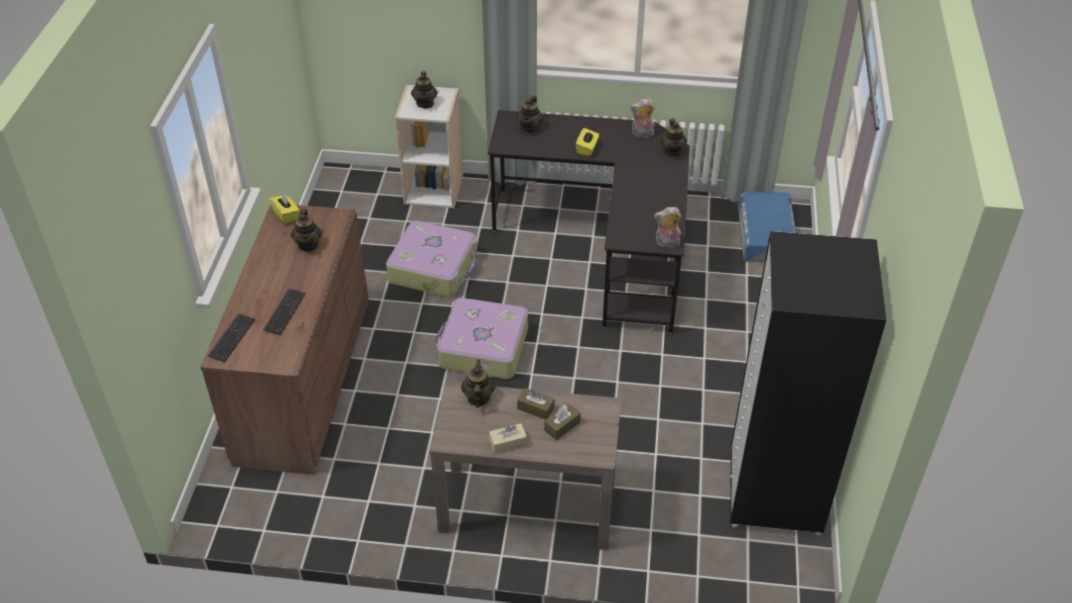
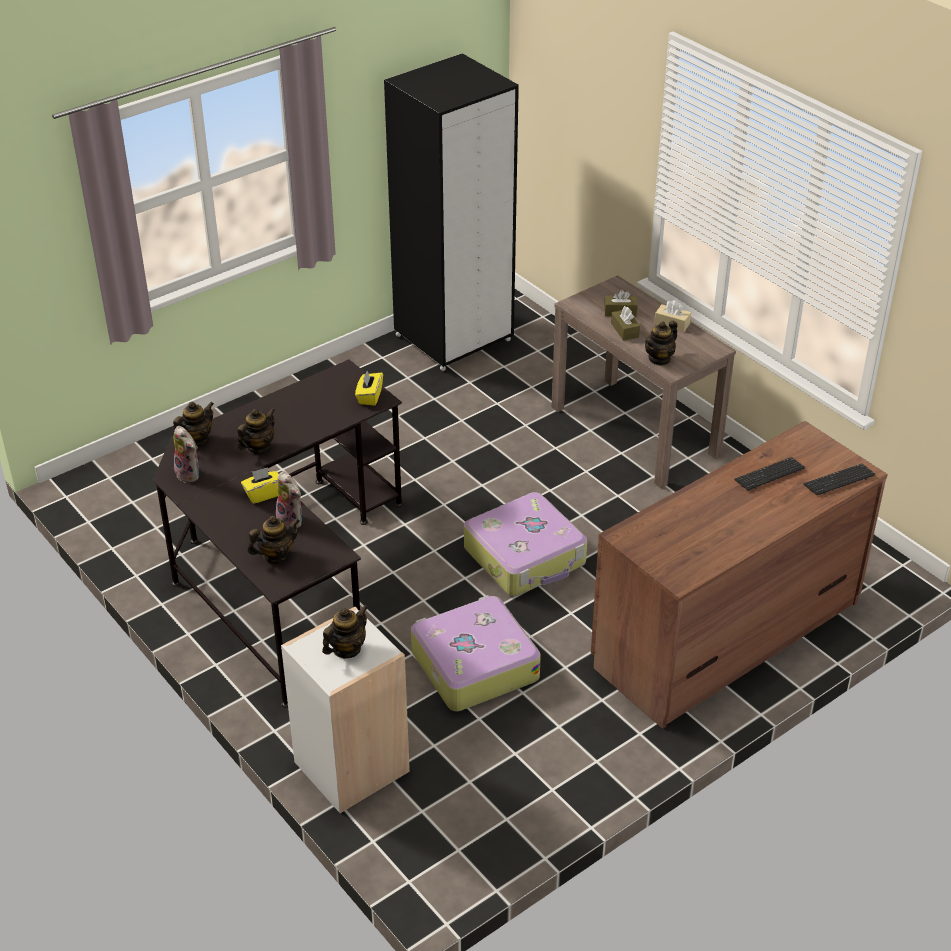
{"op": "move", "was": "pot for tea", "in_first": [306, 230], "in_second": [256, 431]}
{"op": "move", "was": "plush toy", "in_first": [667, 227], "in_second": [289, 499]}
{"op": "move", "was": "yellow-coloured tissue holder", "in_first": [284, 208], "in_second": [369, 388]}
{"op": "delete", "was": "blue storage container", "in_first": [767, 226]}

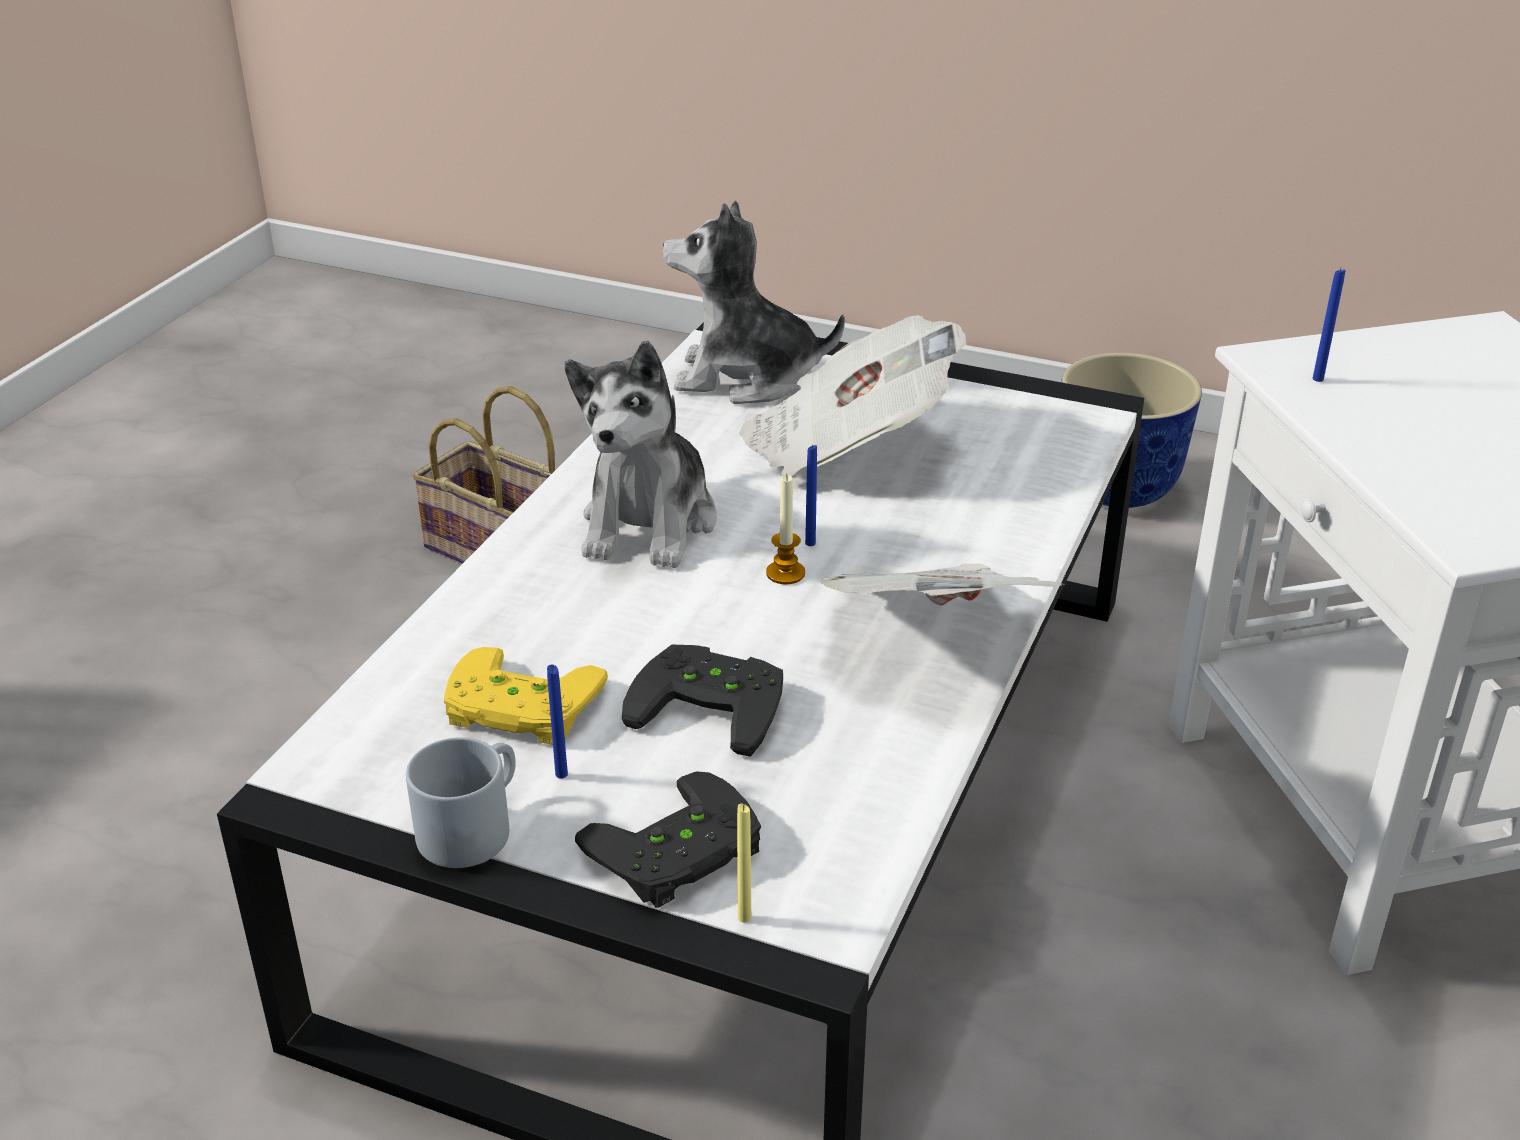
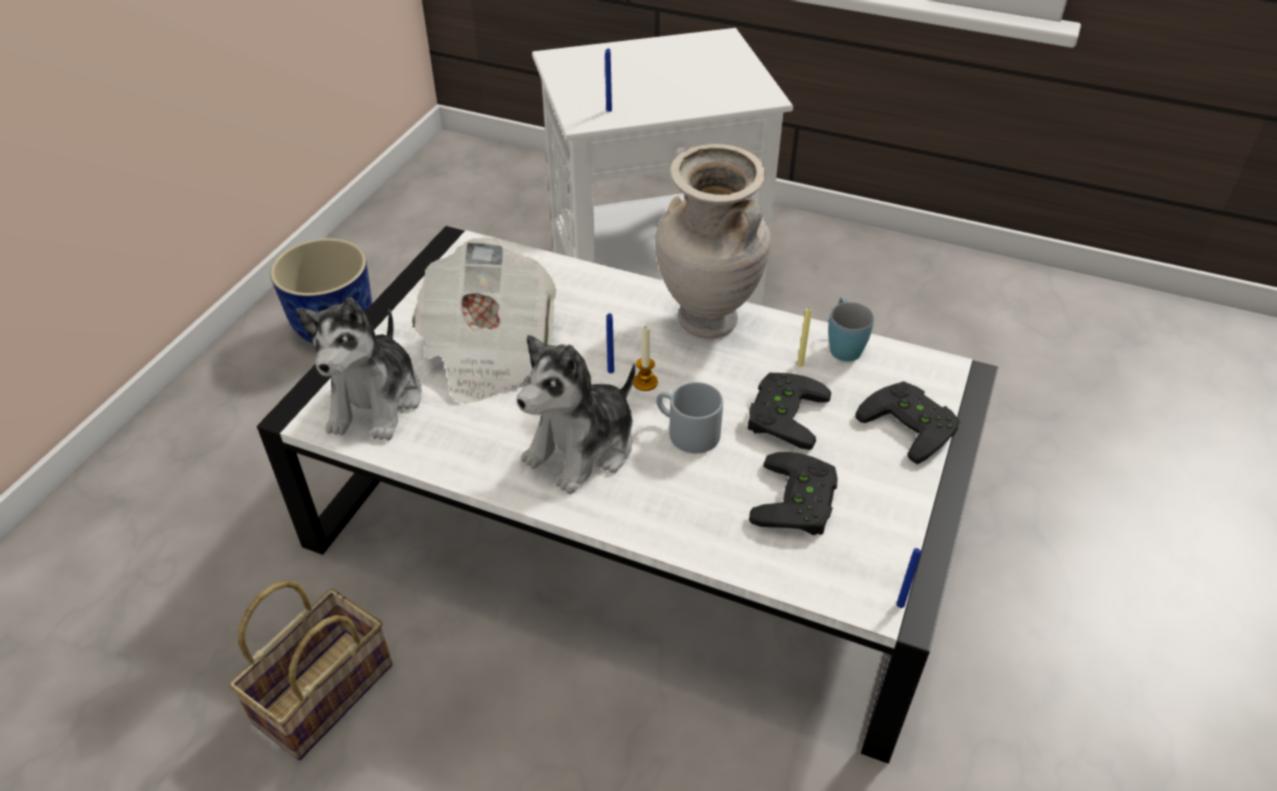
{"op": "rotate", "was": "plush toy", "in_first": [641, 454], "in_second": [576, 414], "clockwise": 120}
{"op": "replace", "was": "daily paper", "now": "sand-coloured flower vase", "in_first": [943, 584], "in_second": [713, 241]}
{"op": "move", "was": "grey tea mug", "in_first": [461, 802], "in_second": [689, 418]}
{"op": "recolor", "was": "yellow-coloured gamepad", "now": "blackish gamepad", "in_first": [526, 696], "in_second": [793, 494]}
{"op": "move", "was": "yellow-coloured wax candle", "in_first": [744, 863], "in_second": [804, 338]}
{"op": "insert", "now": "blue tea mug", "in_second": [851, 329]}
{"op": "move", "was": "blue wax candle", "in_first": [557, 722], "in_second": [909, 578]}

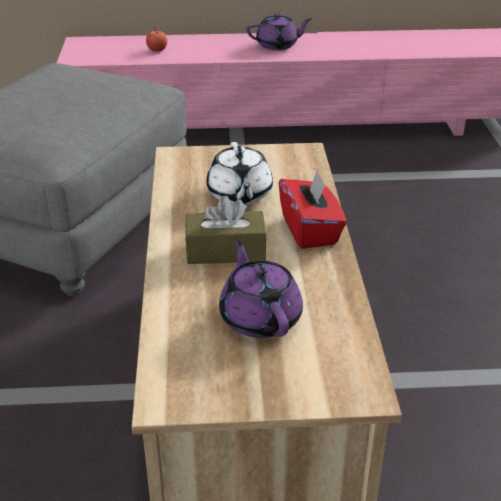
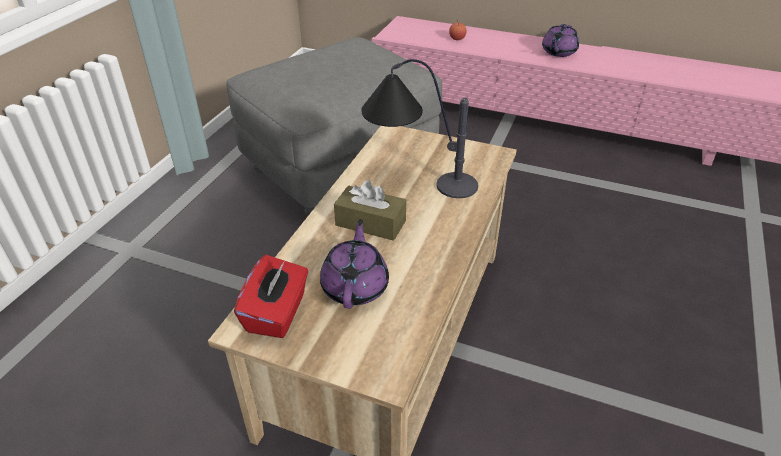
{"op": "move", "was": "red tissue holder", "in_first": [313, 209], "in_second": [271, 296]}
{"op": "replace", "was": "whitish pot for tea", "now": "tabletop lamp", "in_first": [240, 173], "in_second": [419, 128]}
{"op": "rotate", "was": "purple pot for tea", "in_first": [279, 31], "in_second": [560, 40], "clockwise": 105}

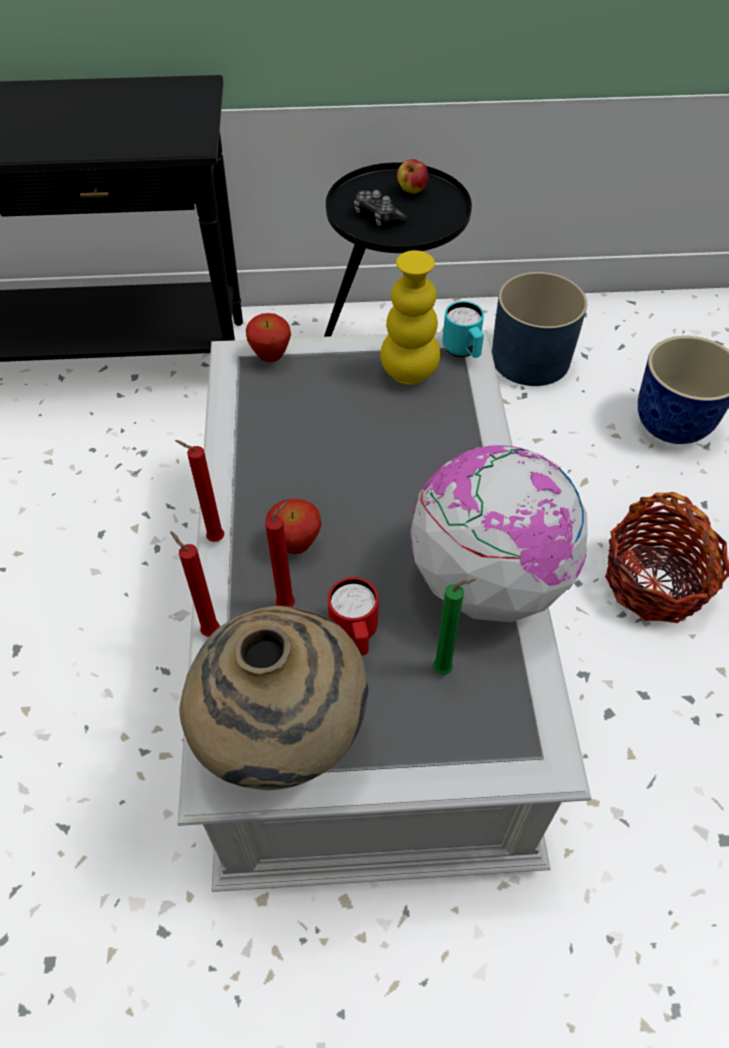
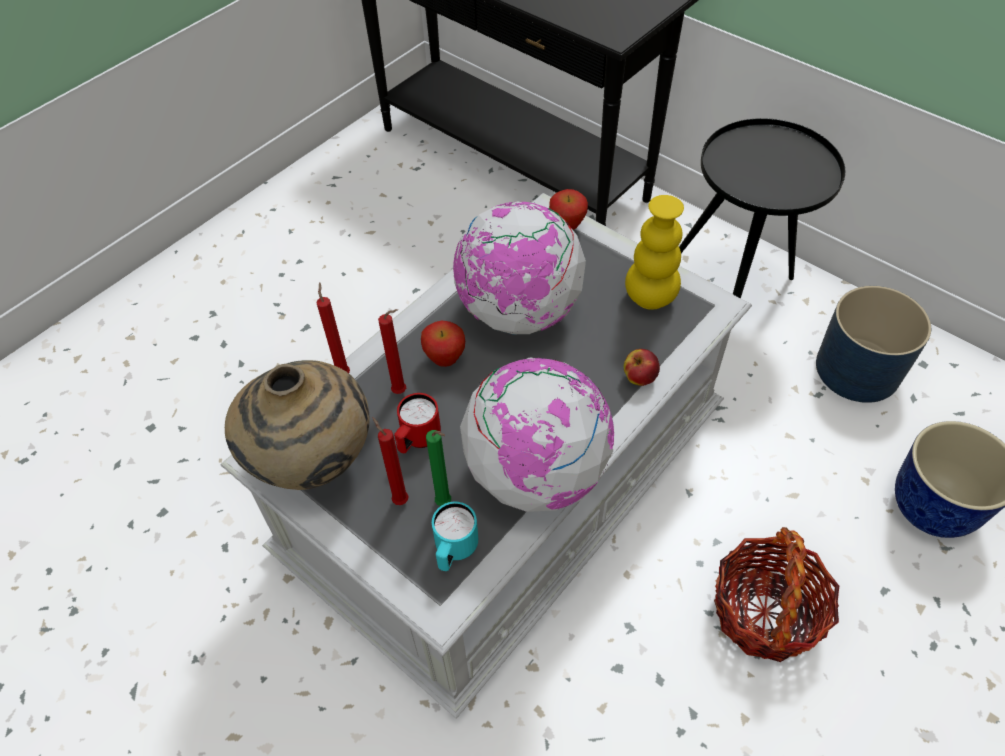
{"op": "move", "was": "red wax candle", "in_first": [199, 491], "in_second": [390, 461]}
{"op": "move", "was": "turquoise-coloured tea mug", "in_first": [463, 329], "in_second": [455, 536]}
{"op": "insert", "now": "world globe", "in_second": [519, 268]}
{"op": "move", "was": "apple", "in_first": [413, 176], "in_second": [642, 367]}
{"op": "delete", "was": "gamepad", "in_first": [381, 208]}

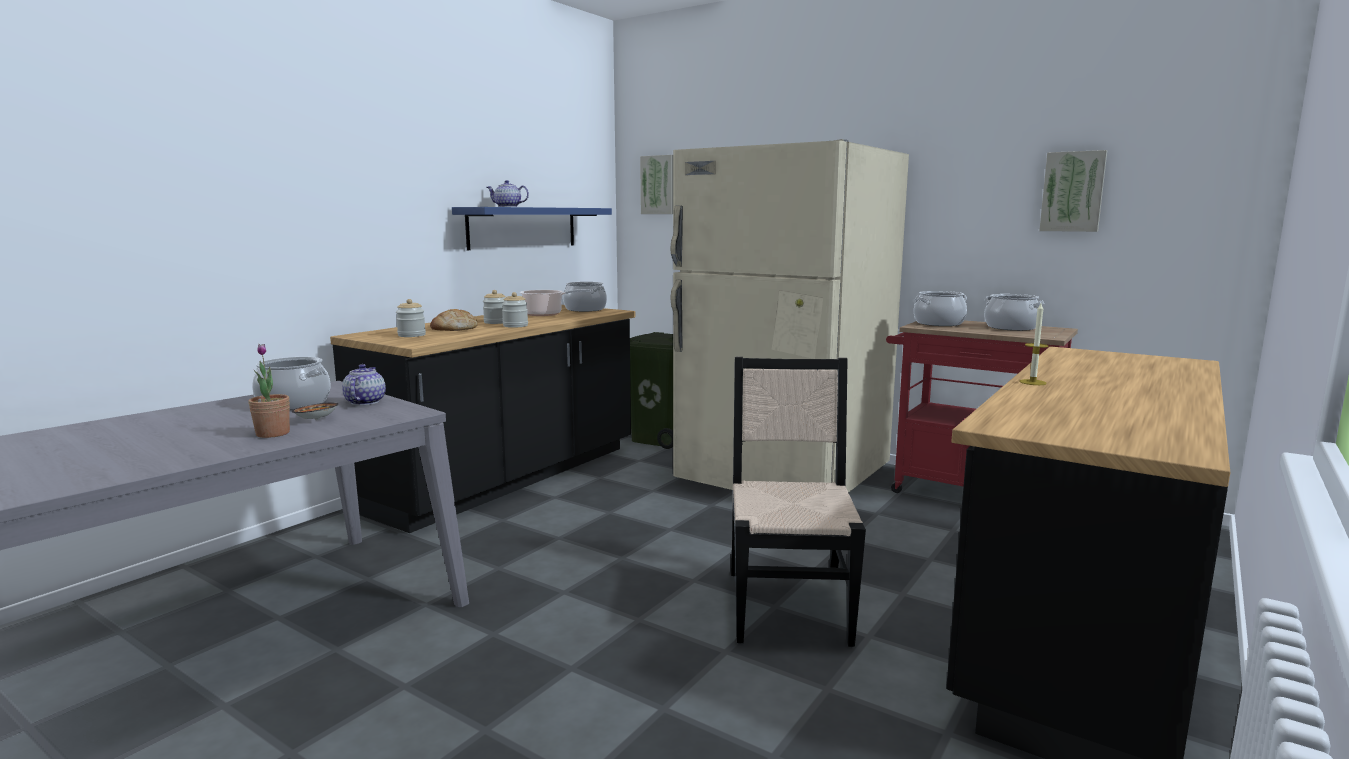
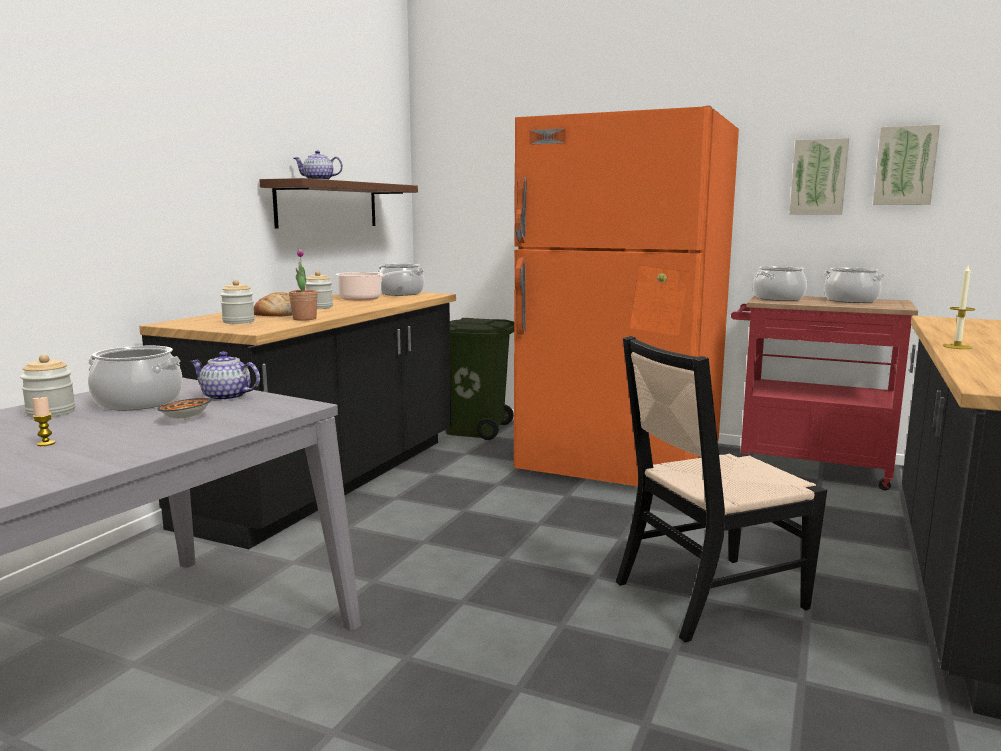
{"op": "move", "was": "storage jar", "in_first": [515, 310], "in_second": [48, 386]}
{"op": "insert", "now": "wax candle", "in_second": [43, 421]}
{"op": "rotate", "was": "pot for tea", "in_first": [364, 384], "in_second": [225, 376], "clockwise": -60}
{"op": "recolor", "was": "blue wall shelf", "now": "brownish wall shelf", "in_first": [532, 228], "in_second": [338, 203]}
{"op": "move", "was": "houseplant", "in_first": [269, 391], "in_second": [303, 285]}
{"op": "recolor", "was": "sand-coloured kitchen fridge", "now": "orange-coloured kitchen fridge", "in_first": [789, 316], "in_second": [626, 296]}
{"op": "rotate", "was": "chair", "in_first": [798, 502], "in_second": [721, 489], "clockwise": -105}
{"op": "move", "was": "picture", "in_first": [656, 184], "in_second": [819, 176]}

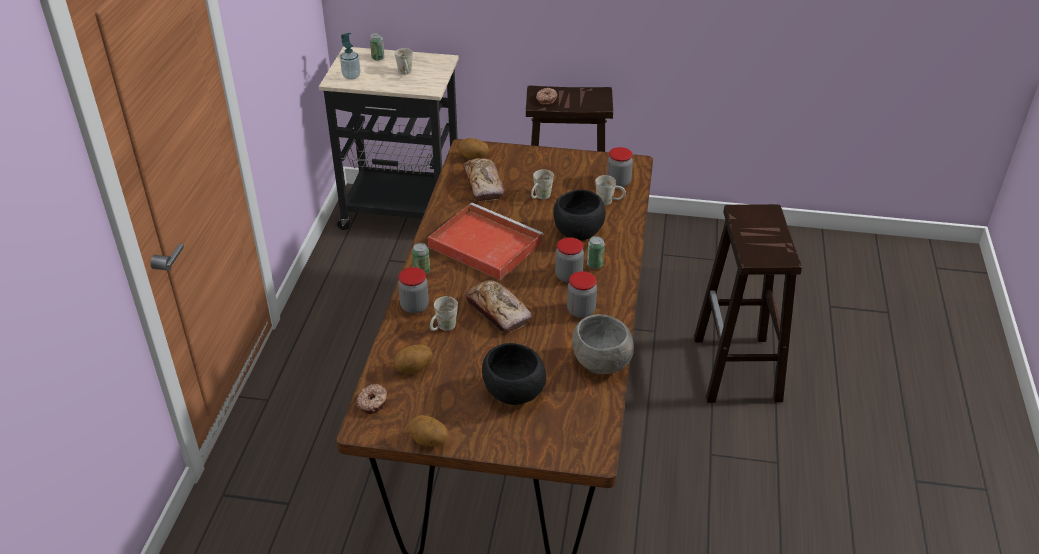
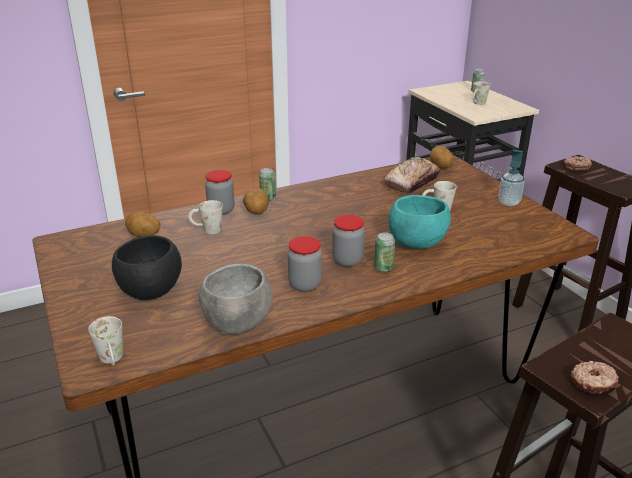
{"op": "move", "was": "whitish tea mug", "in_first": [610, 190], "in_second": [105, 341]}
{"op": "move", "was": "whole potato", "in_first": [428, 431], "in_second": [256, 201]}
{"op": "recolor", "was": "blackish serving bowl", "now": "turquoise-coloured serving bowl", "in_first": [579, 215], "in_second": [419, 222]}
{"op": "move", "was": "liquid soap bottle", "in_first": [350, 56], "in_second": [511, 178]}
{"op": "move", "was": "donut", "in_first": [371, 399], "in_second": [595, 377]}
{"op": "delete", "was": "red serving tray", "in_first": [485, 241]}
{"op": "delete", "was": "baked bread", "in_first": [498, 306]}
{"op": "delete", "was": "storage jar", "in_first": [620, 167]}

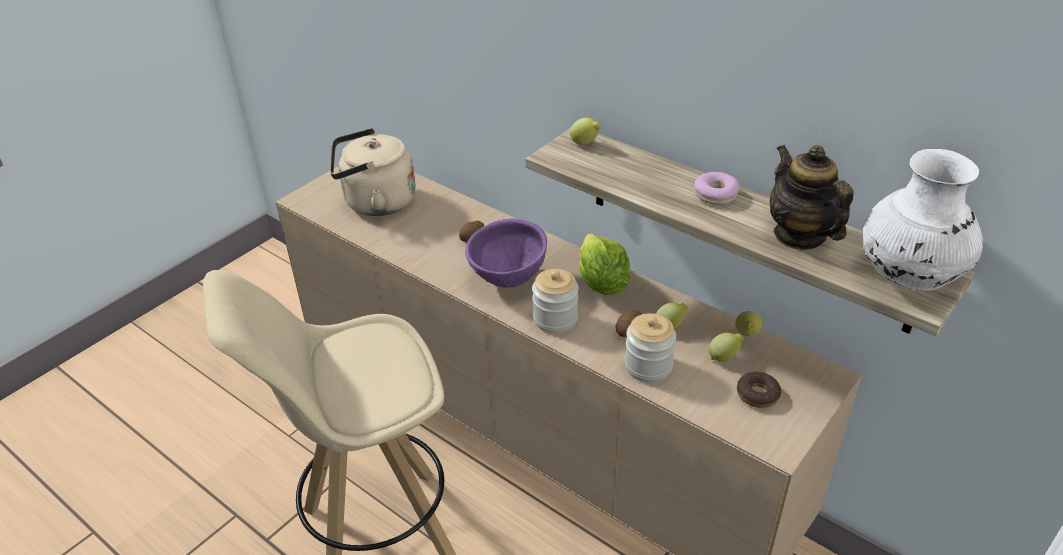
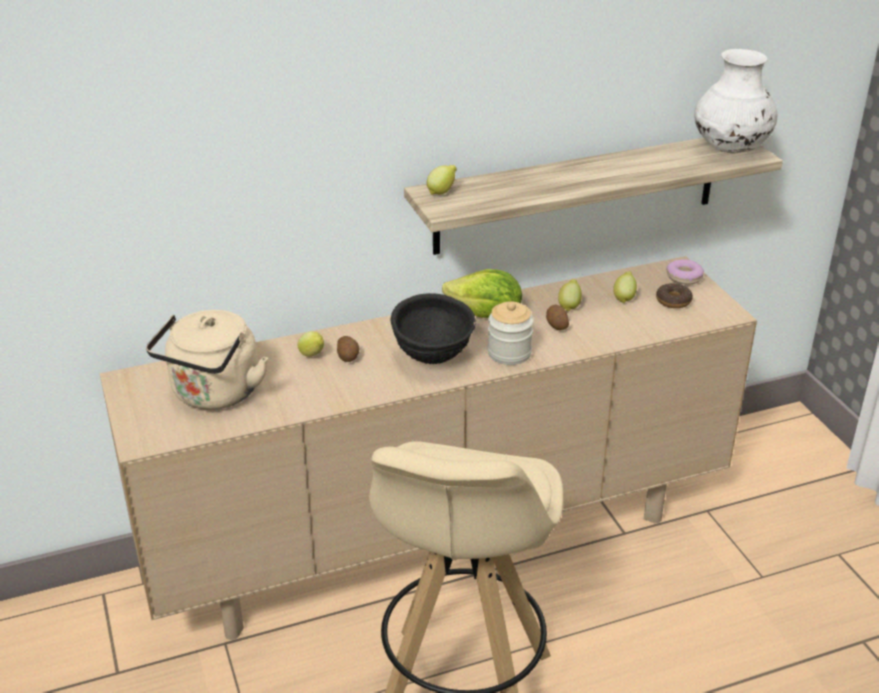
{"op": "move", "was": "whole lemon", "in_first": [748, 323], "in_second": [311, 344]}
{"op": "recolor", "was": "purple serving bowl", "now": "blackish serving bowl", "in_first": [506, 253], "in_second": [433, 328]}
{"op": "move", "was": "donut", "in_first": [716, 188], "in_second": [685, 272]}
{"op": "delete", "was": "storage jar", "in_first": [650, 347]}
{"op": "delete", "was": "pot for tea", "in_first": [811, 197]}

